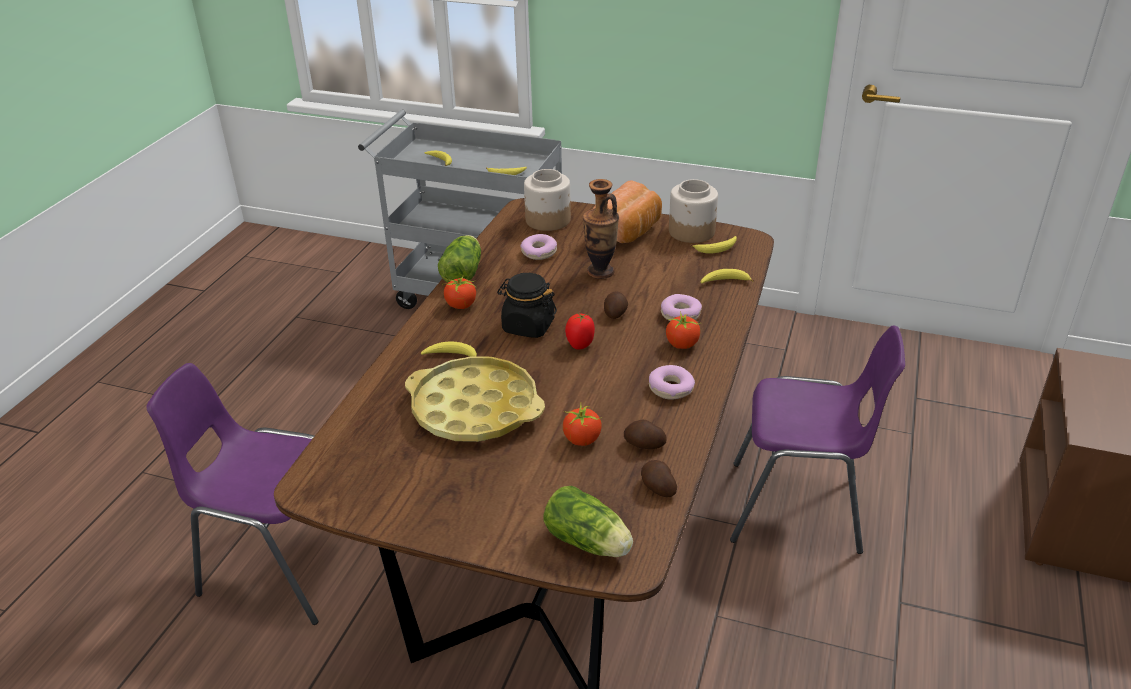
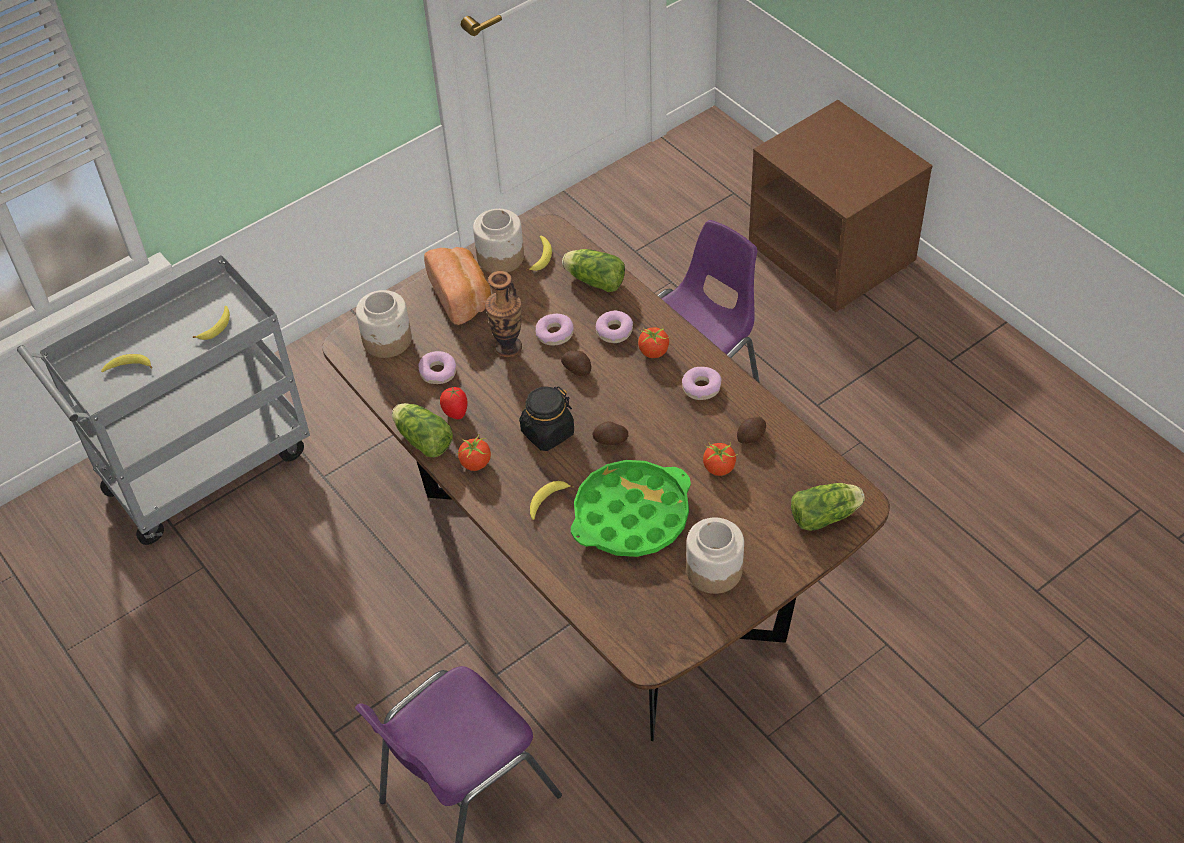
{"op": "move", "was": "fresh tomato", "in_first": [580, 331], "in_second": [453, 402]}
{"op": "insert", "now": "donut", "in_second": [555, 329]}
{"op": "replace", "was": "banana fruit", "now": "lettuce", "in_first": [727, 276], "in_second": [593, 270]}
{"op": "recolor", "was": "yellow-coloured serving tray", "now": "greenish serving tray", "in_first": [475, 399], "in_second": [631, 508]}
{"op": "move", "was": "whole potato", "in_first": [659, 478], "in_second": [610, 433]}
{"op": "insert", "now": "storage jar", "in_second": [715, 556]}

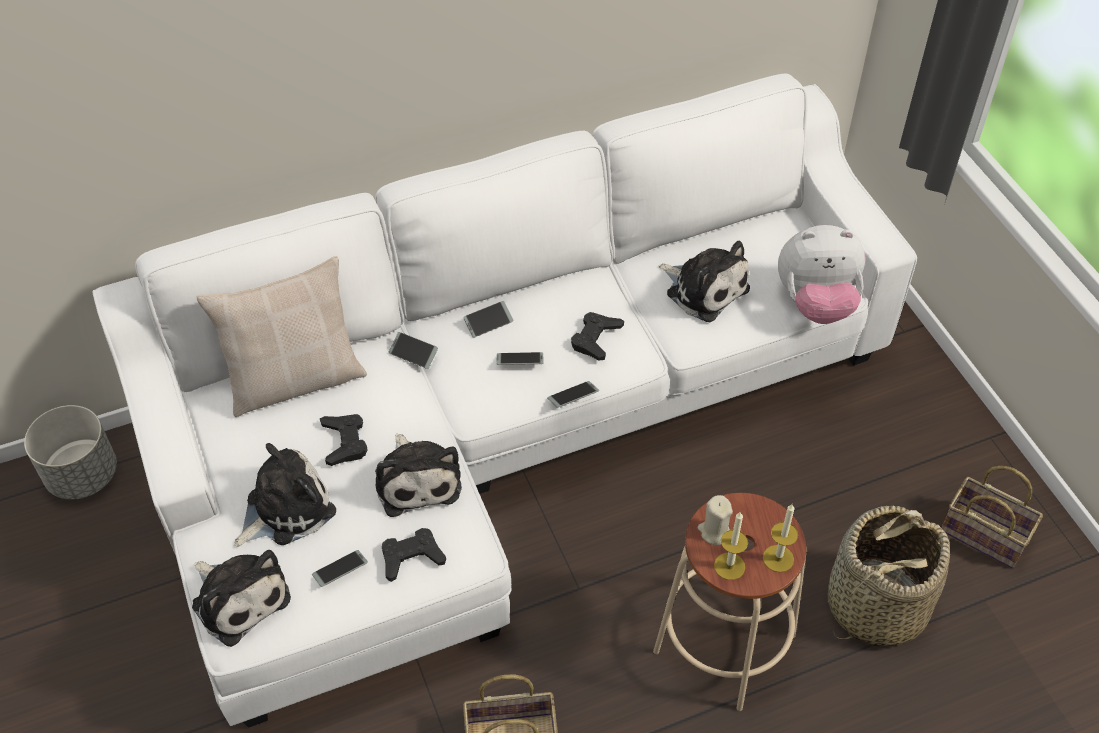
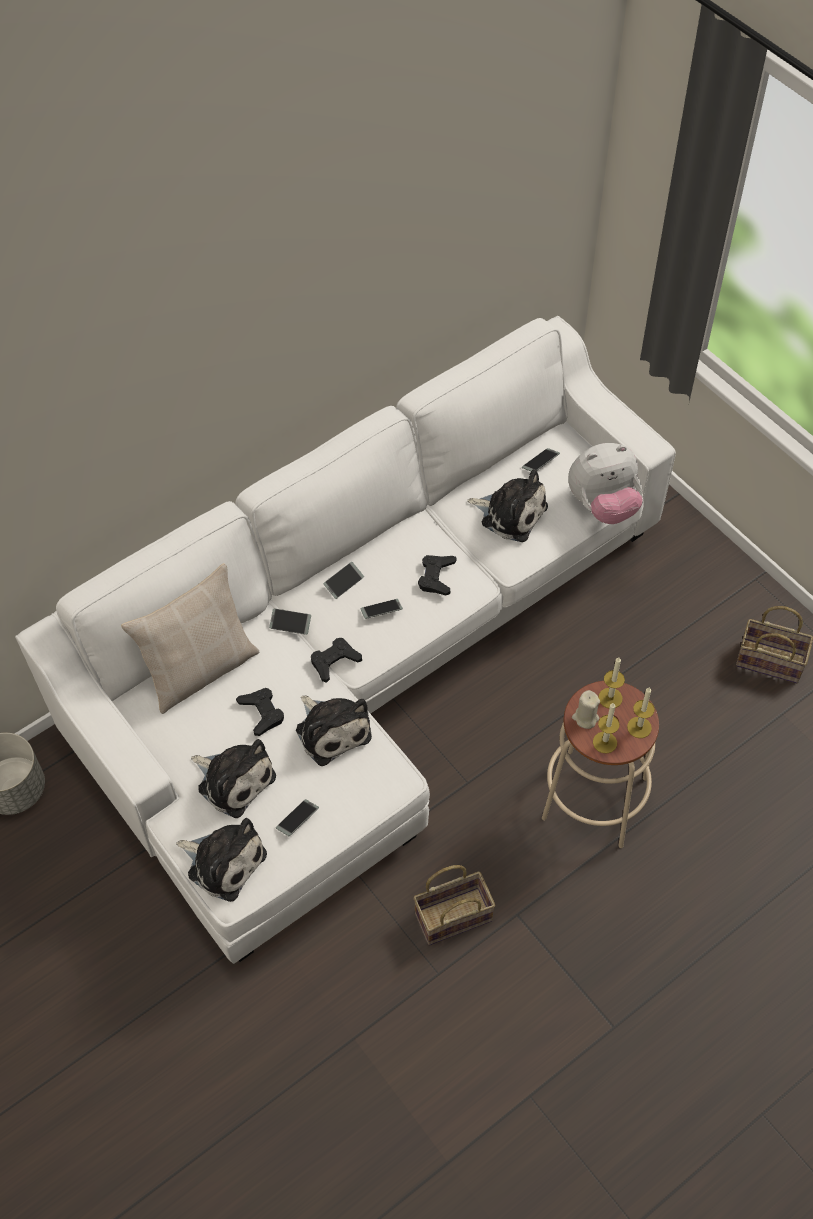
{"op": "rotate", "was": "plush toy", "in_first": [285, 495], "in_second": [233, 778], "clockwise": 90}
{"op": "move", "was": "blackish gamepad", "in_first": [414, 555], "in_second": [336, 660]}
{"op": "move", "was": "telephone", "in_first": [573, 394], "in_second": [541, 459]}
{"op": "insert", "now": "wax candle", "in_second": [611, 682]}
{"op": "delete", "was": "household basket", "in_first": [888, 576]}

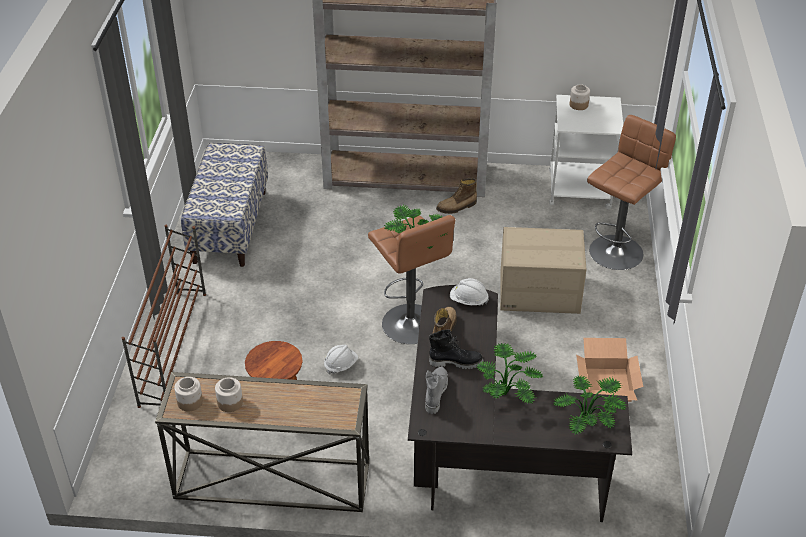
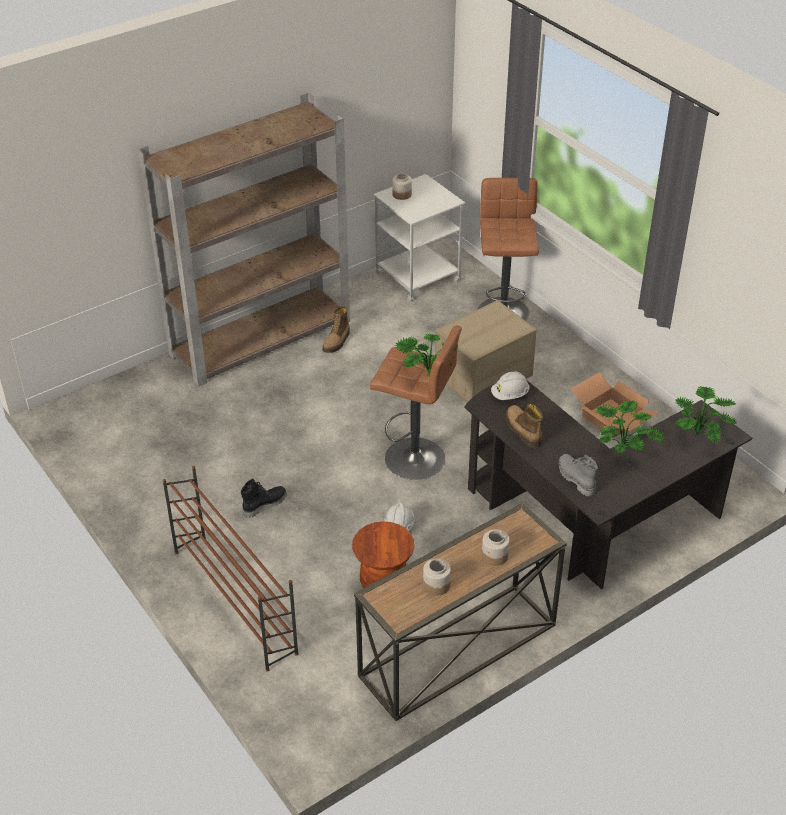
{"op": "move", "was": "blackish boot", "in_first": [456, 349], "in_second": [264, 498]}
{"op": "move", "was": "storage jar", "in_first": [188, 394], "in_second": [496, 547]}
{"op": "delete", "was": "bench", "in_first": [224, 205]}

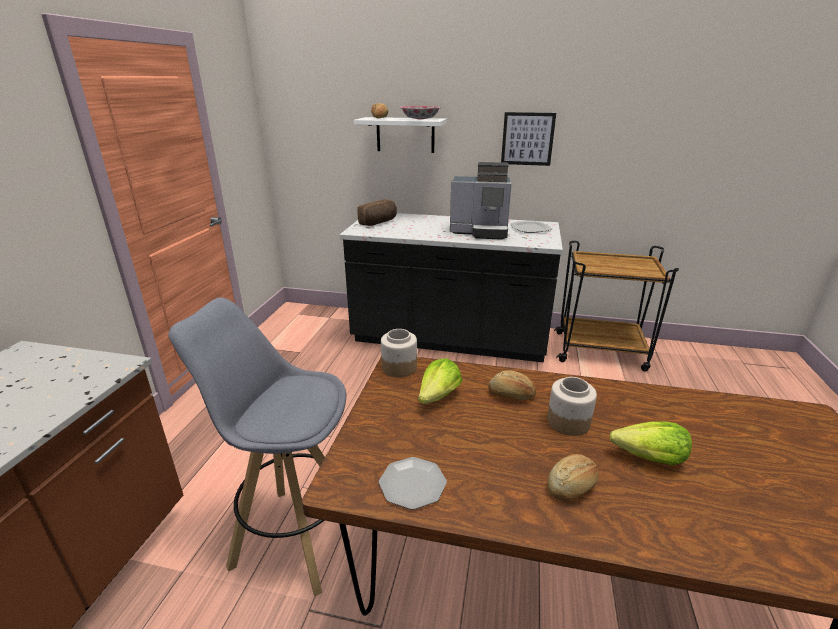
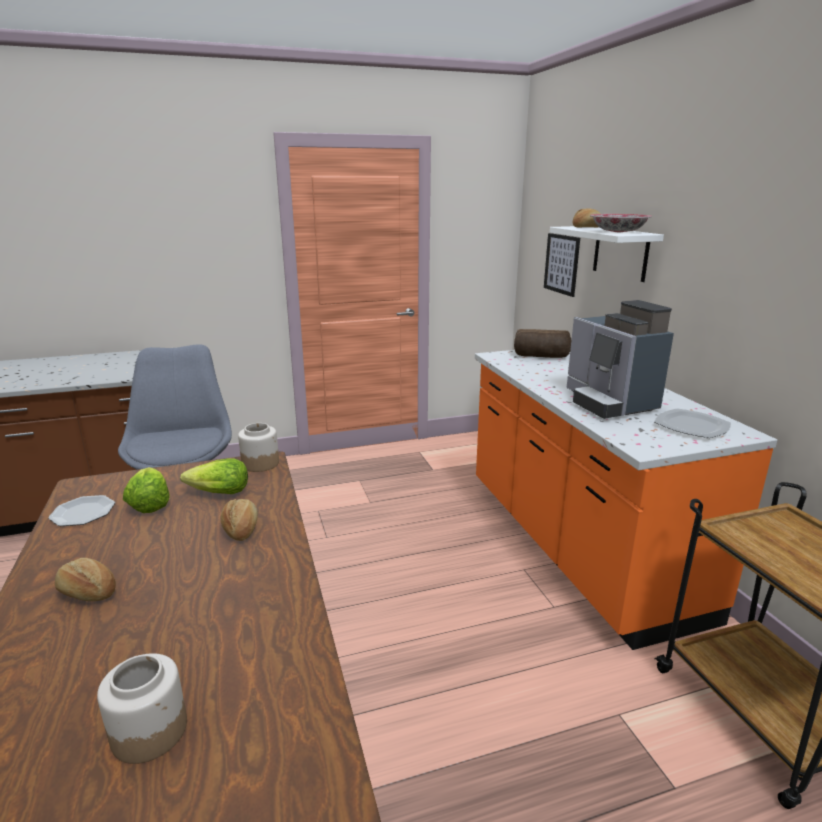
{"op": "move", "was": "storage jar", "in_first": [572, 406], "in_second": [142, 708]}
{"op": "move", "was": "lettuce", "in_first": [651, 443], "in_second": [146, 490]}
{"op": "recolor", "was": "blackish counter", "now": "orange-coloured counter", "in_first": [451, 287], "in_second": [626, 500]}
{"op": "move", "was": "picture", "in_first": [528, 139], "in_second": [562, 265]}

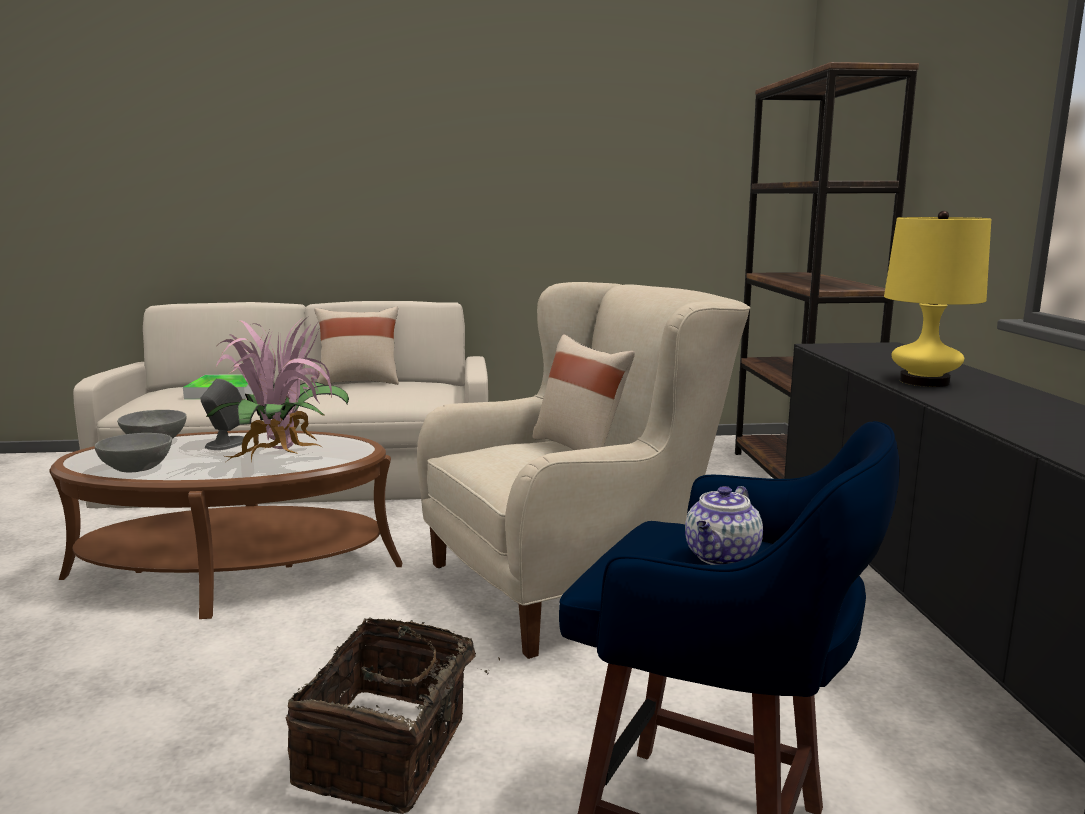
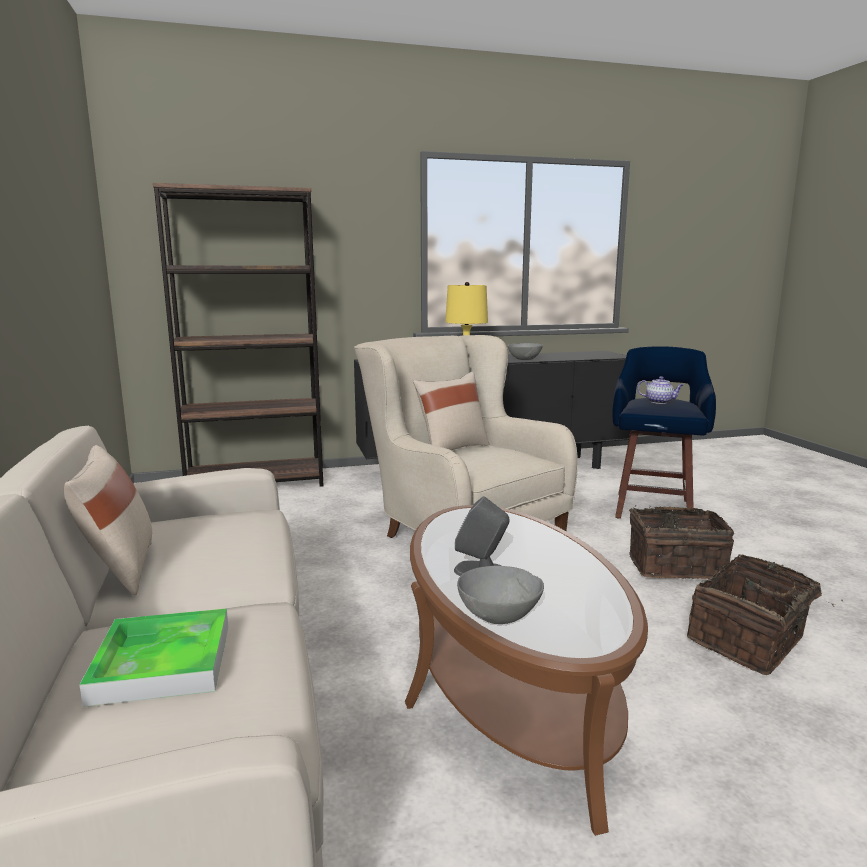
{"op": "move", "was": "grey serving bowl", "in_first": [133, 452], "in_second": [525, 351]}
{"op": "insert", "now": "household basket", "in_second": [765, 614]}
{"op": "delete", "was": "houseplant", "in_first": [277, 390]}

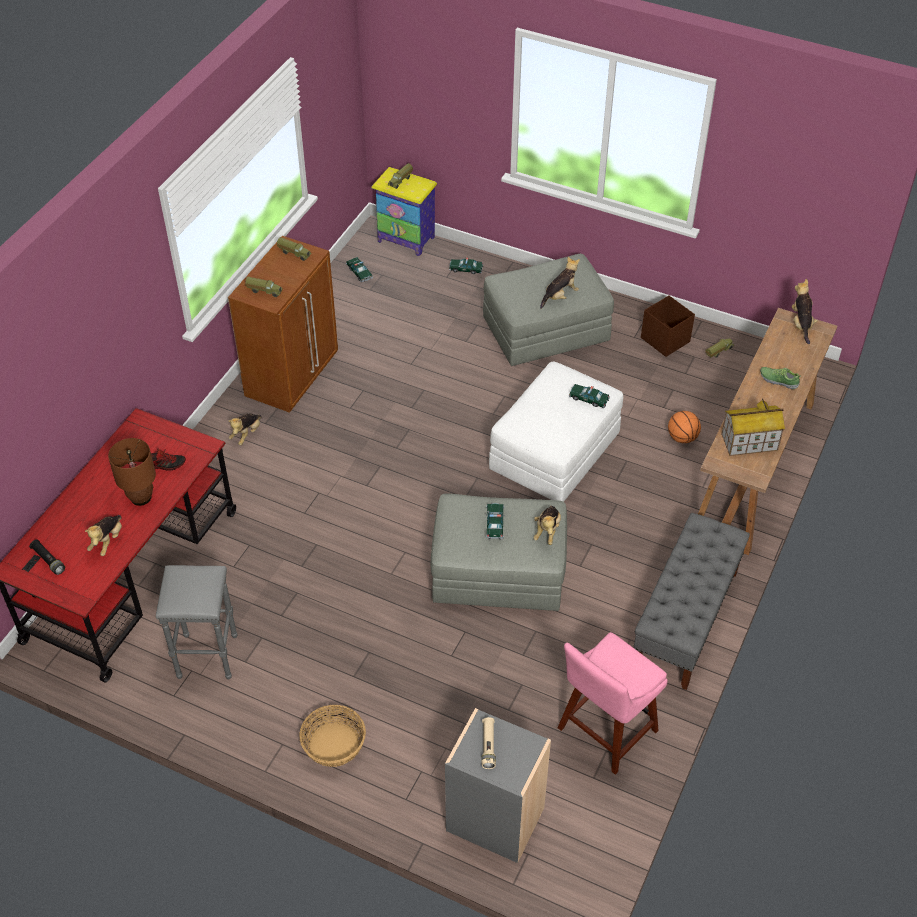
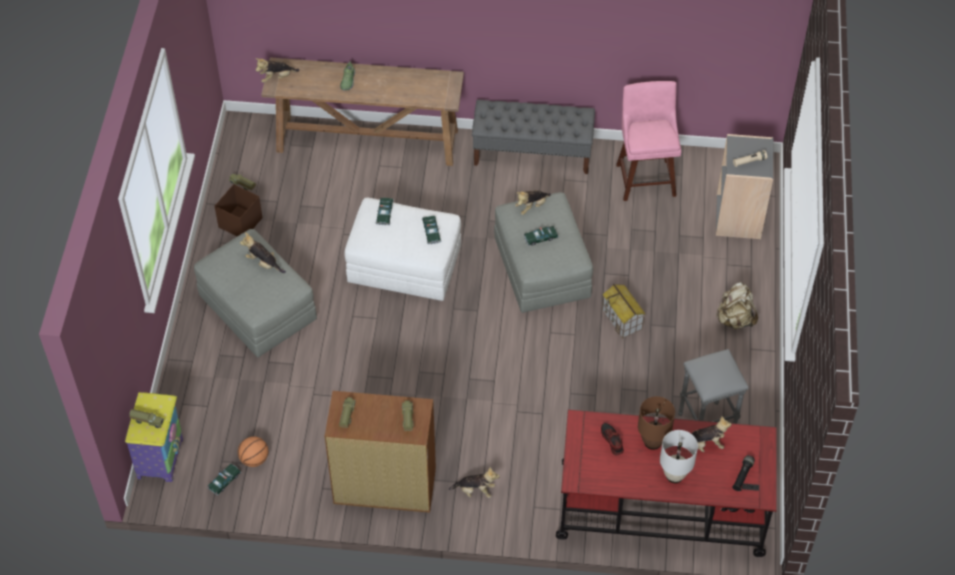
{"op": "move", "was": "ball for basketball", "in_first": [684, 427], "in_second": [253, 451]}
{"op": "move", "was": "model car", "in_first": [466, 265], "in_second": [431, 230]}
{"op": "rotate", "was": "plush toy", "in_first": [547, 525], "in_second": [533, 202], "clockwise": 150}
{"op": "move", "was": "toy house", "in_first": [753, 427], "in_second": [624, 311]}
{"op": "rotate", "was": "pink chair", "in_first": [613, 703], "in_second": [648, 141], "clockwise": -120}
{"op": "insert", "now": "whitish tabletop lamp", "in_second": [679, 456]}
{"op": "replace", "was": "household basket", "now": "sand-coloured backpack", "in_first": [332, 736], "in_second": [737, 306]}

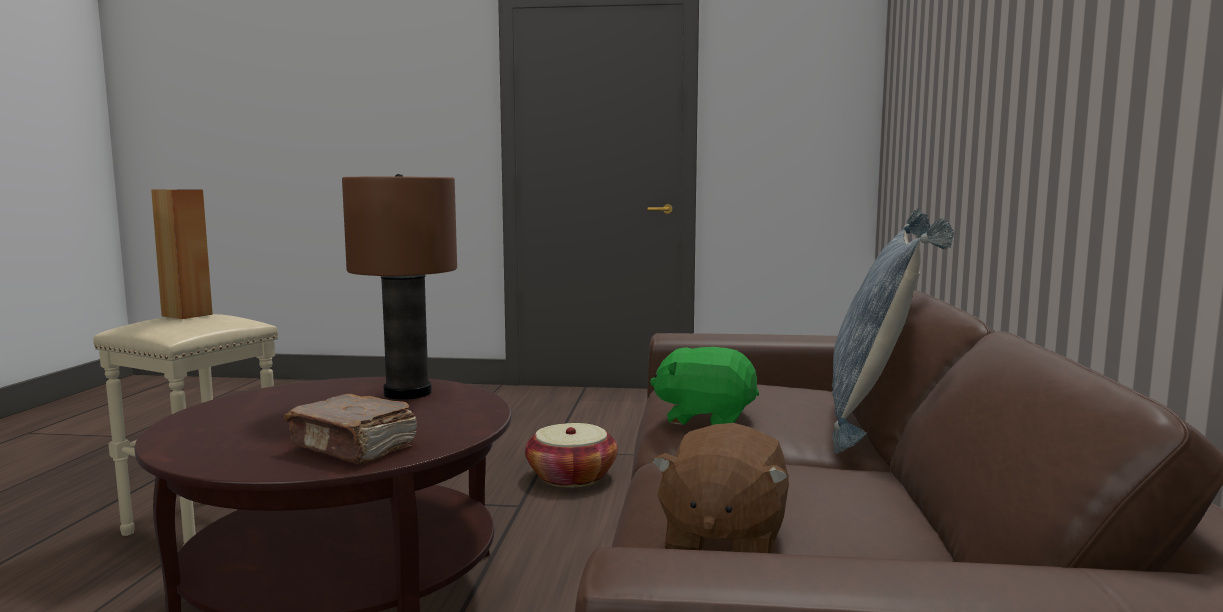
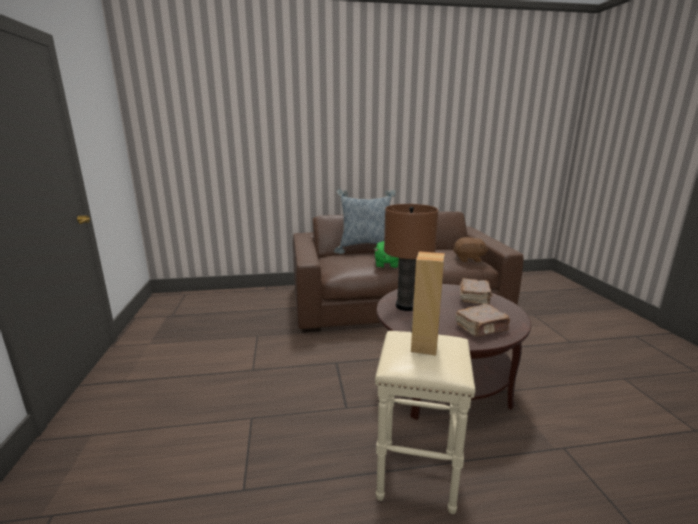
{"op": "insert", "now": "brownish bound book", "in_second": [483, 320]}
{"op": "delete", "was": "household basket", "in_first": [571, 455]}

